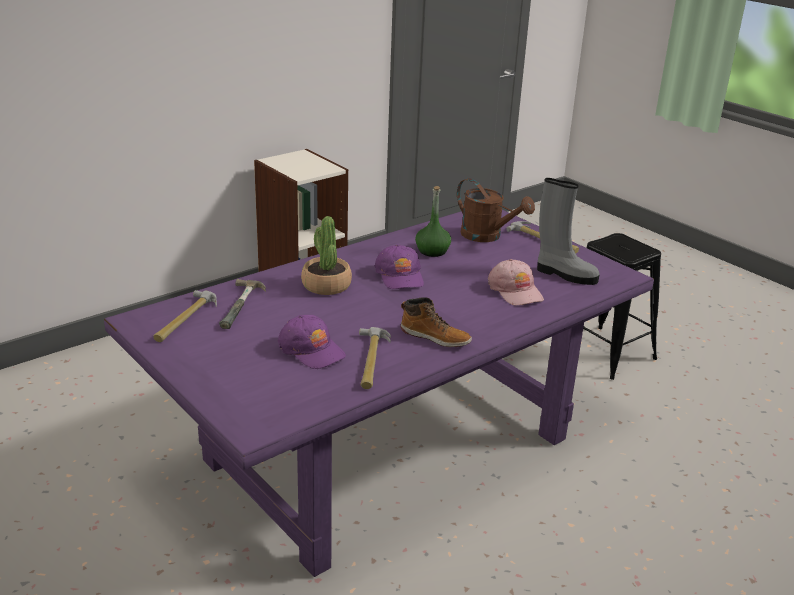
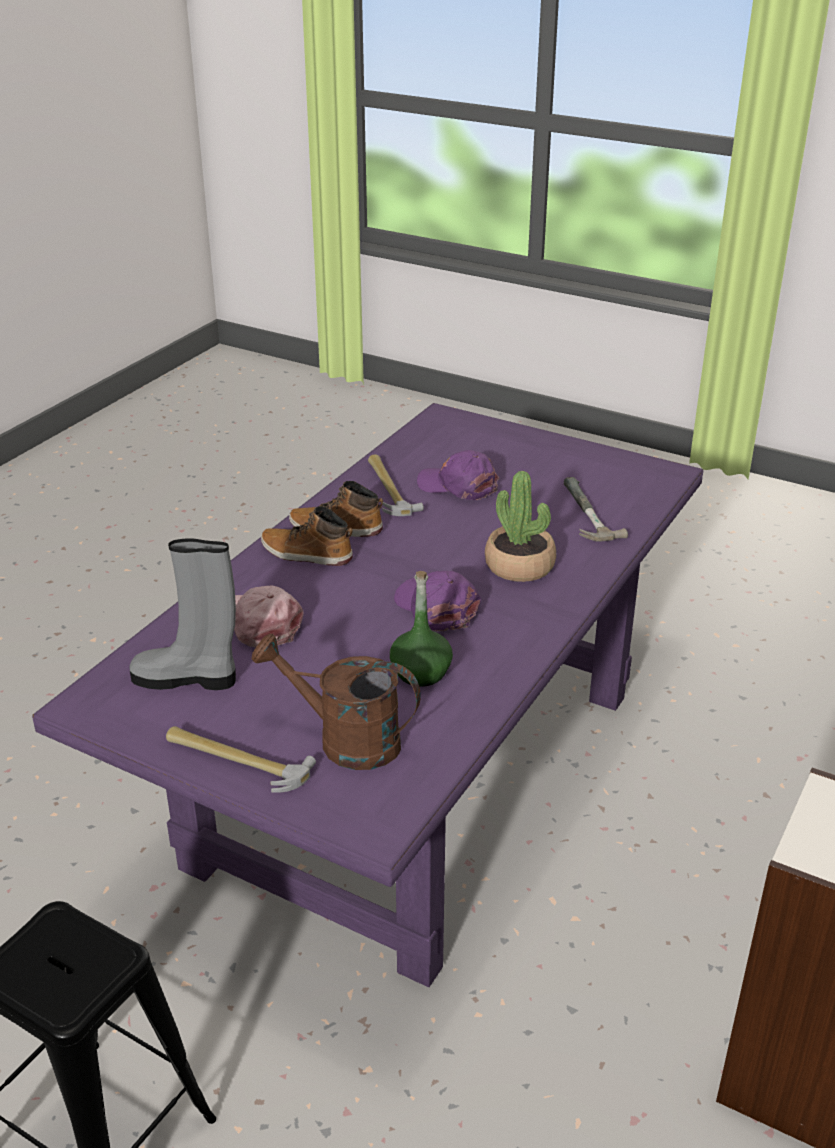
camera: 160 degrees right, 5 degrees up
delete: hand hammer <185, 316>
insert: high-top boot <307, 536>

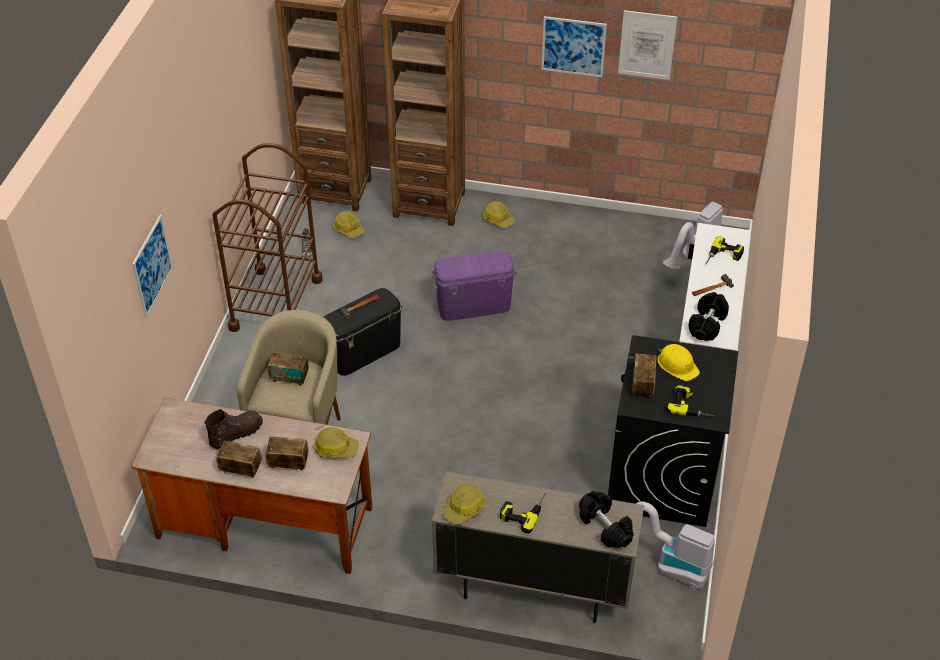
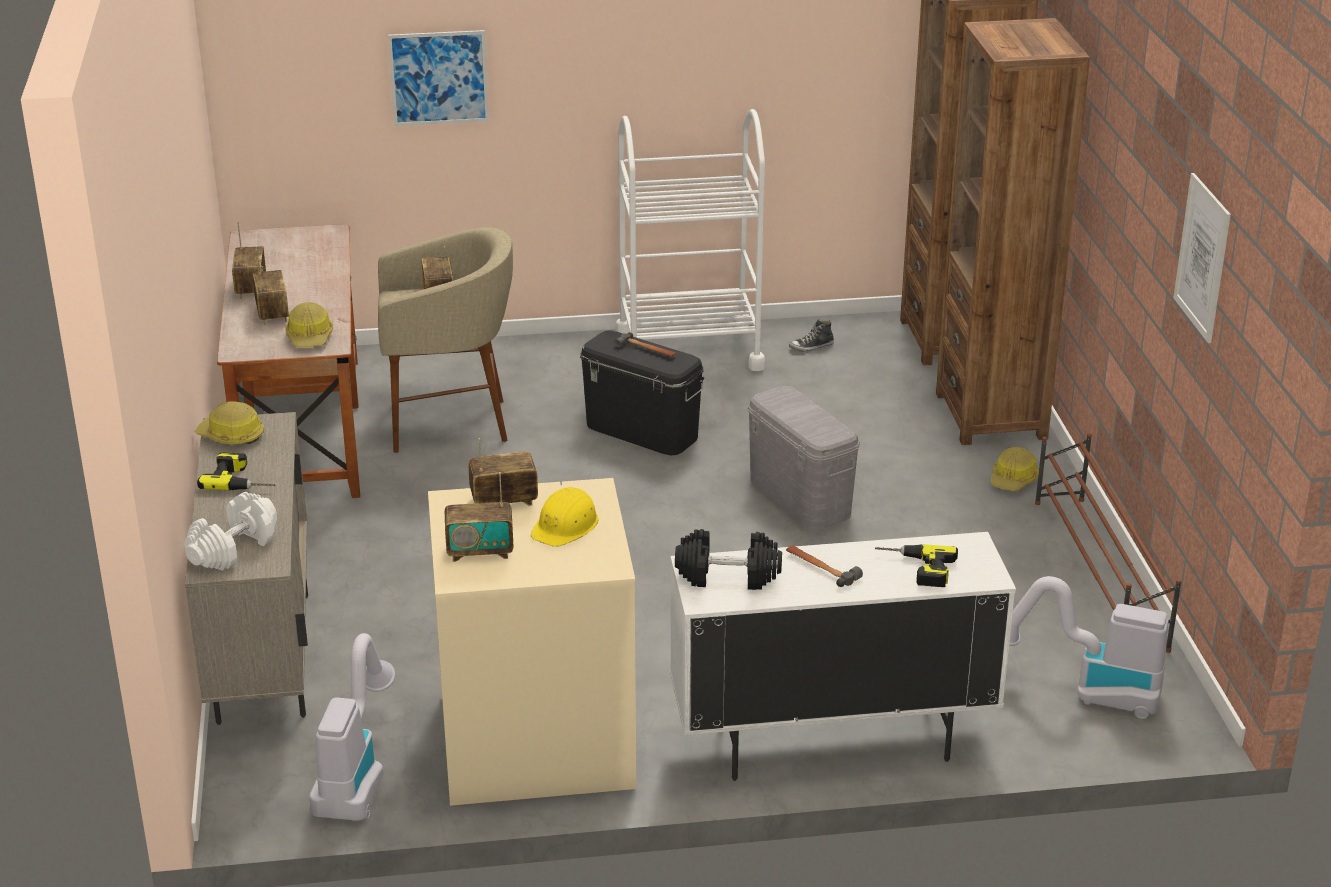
camera: 70 degrees right, 15 degrees down
delete: brown high-top boot <234, 429>; hard hat <348, 224>; wall art <574, 46>
insert: brown shoe rack <1108, 543>
replace: power drill <691, 400> to radio receiver <479, 517>
recolor: black-coloured dumbbell <606, 519> to whitish dumbbell <230, 531>; black-coloured laundry appliance <673, 431> to beige-coloured laundry appliance <532, 642>; brown wheeled cart <267, 237> to whitish wheeled cart <690, 240>; purple storage box <474, 285> to grey storage box <804, 458>

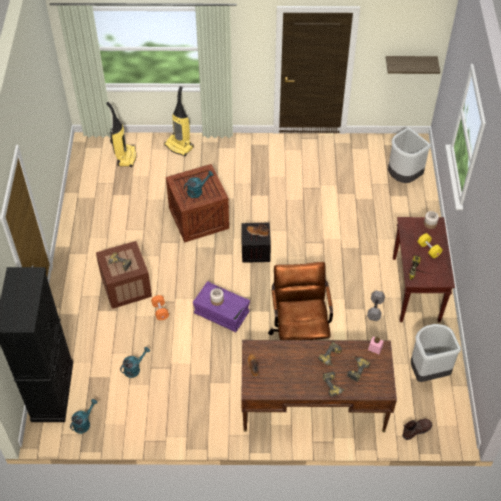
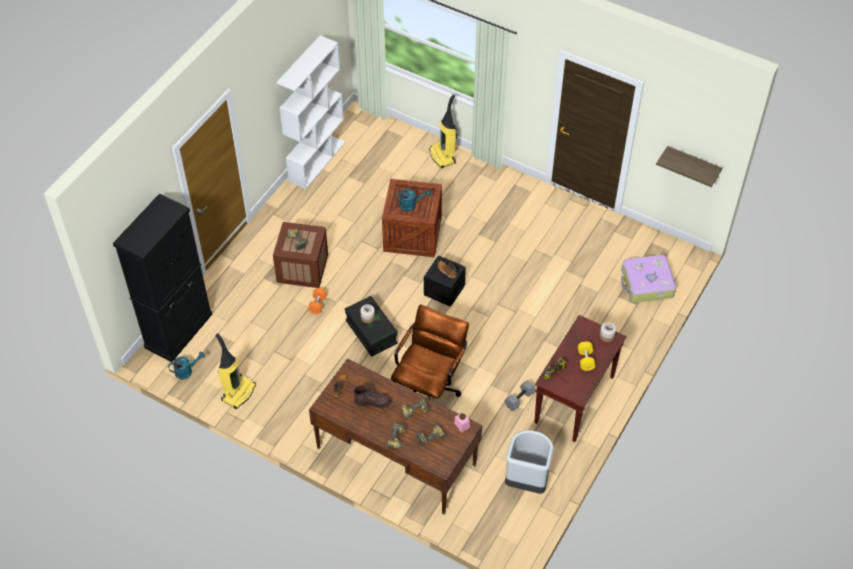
camera: 30 degrees right, 0 degrees up
delete: blue-green sprinkling can <135, 362>
insert: whitish bookcase <310, 112>
move: vacuum <121, 134> to <235, 371>; brown high-top boot <417, 429> to <372, 396>
replace: grey rubbish bin <409, 155> to travel case <648, 279>
recolor: purple storage box <221, 306> to black-coloured storage box <371, 326>

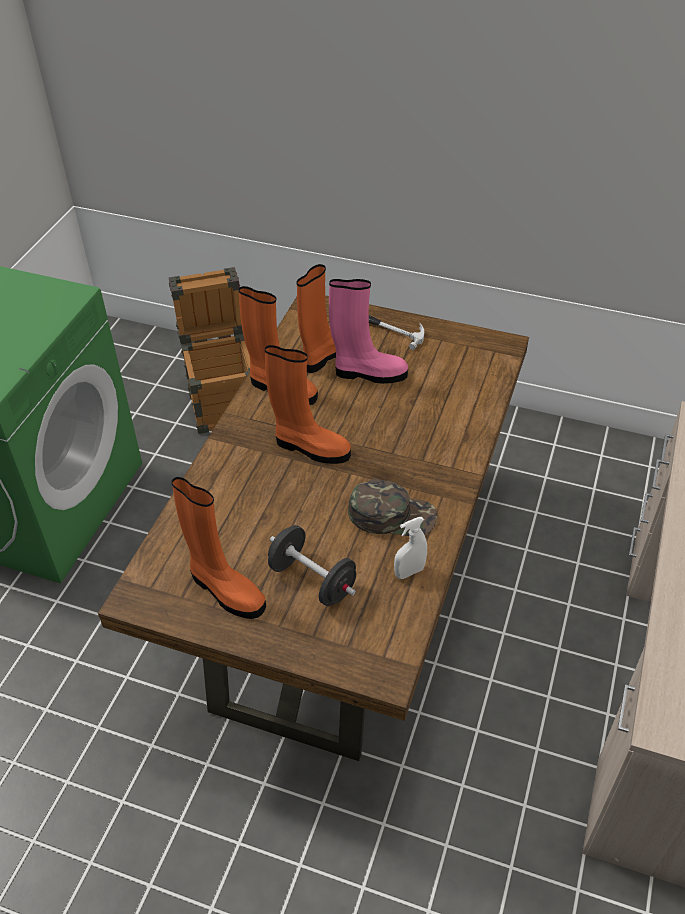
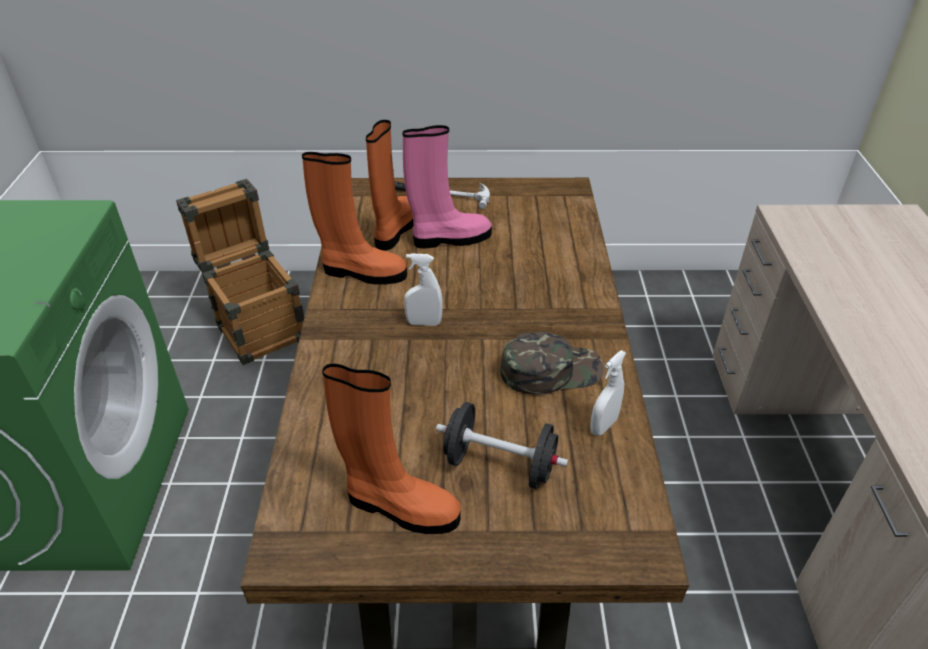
camera: 20 degrees left, 5 degrees down
replace: orange-coloured high-top boot <308, 404> to whitish spray bottle <423, 289>

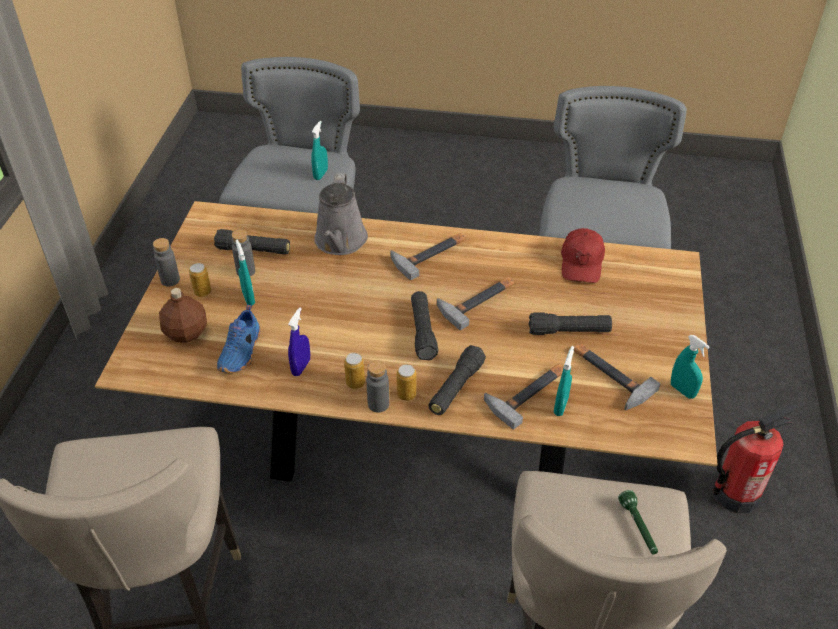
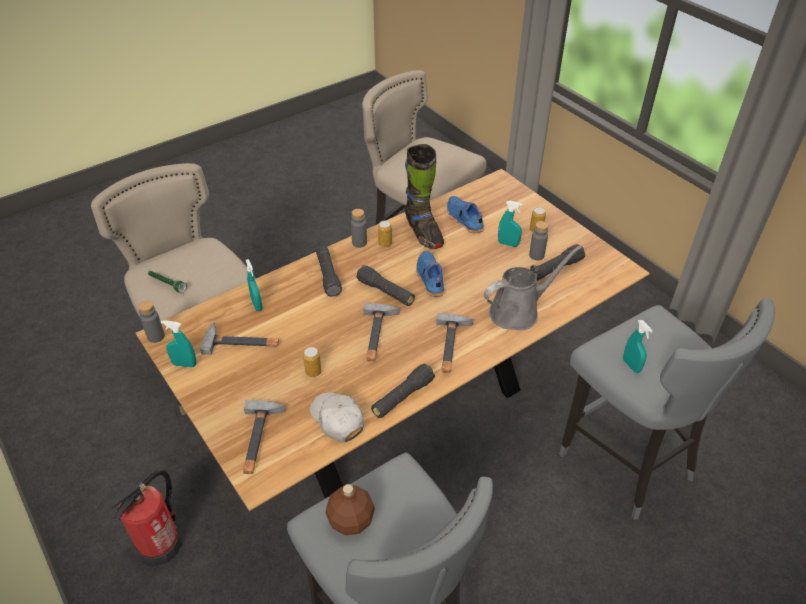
camera: 135 degrees right, 0 degrees up
insert: blue-coloured item of footwear <430, 274>
move: grey drink bottle <166, 262> to <151, 322>; hand hammer <524, 397> to <264, 437>; metal can <407, 382> to <312, 362>; brown drink bottle <183, 315> to <350, 509>; black-coloured hand torch <570, 324> to <403, 390>
replace: blue-coloured spray bottle <299, 341> to black-coloured high-top boot <424, 196>
recolor: red-coloured baseball cap <583, 255> to whitish baseball cap <337, 417>
rotate: grey sprinkling can <341, 214> = <533, 288> 105 degrees clockwise

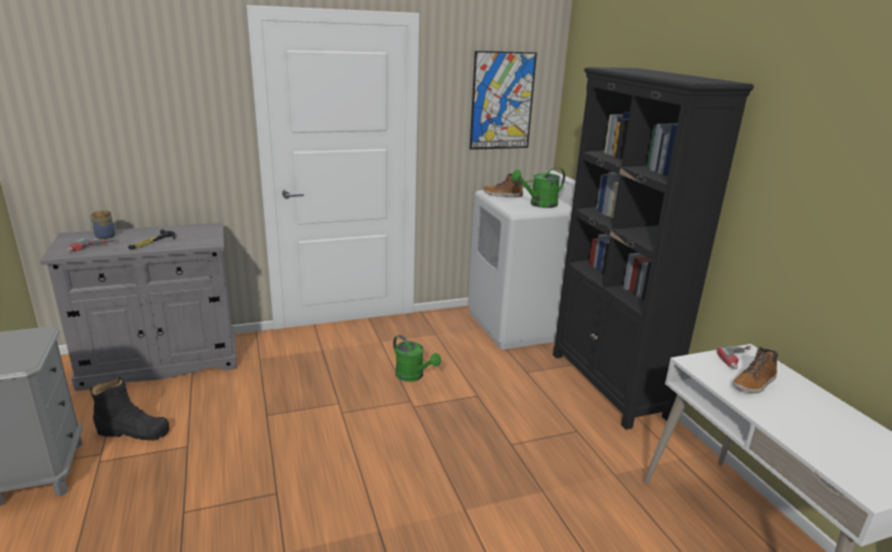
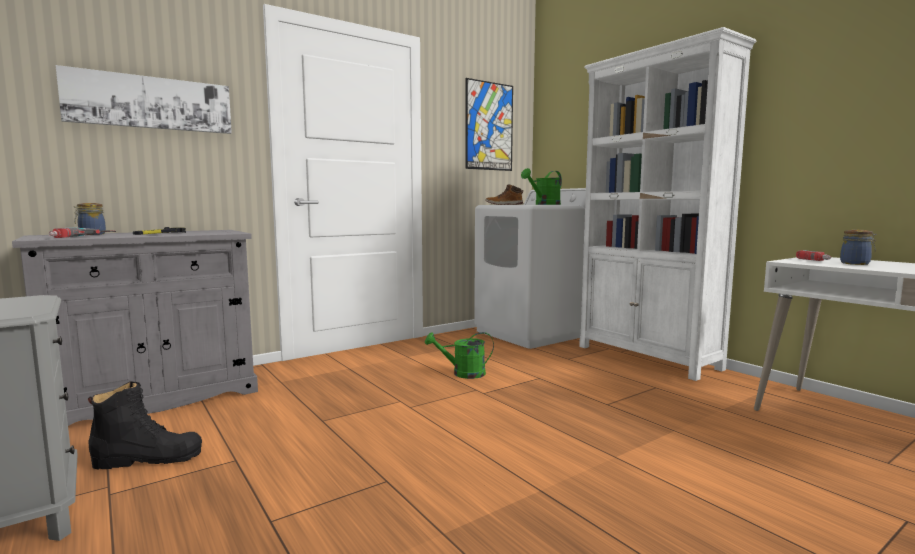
camera: 15 degrees left, 15 degrees down
insert: wall art <143, 99>
replace: high-top boot <755, 370> to storage jar <858, 247>
recolor: black-coloured bookcase <653, 248> to whitish bookcase <667, 204>
rotate: greenish sprinkling can <417, 358> = <459, 355> 150 degrees clockwise

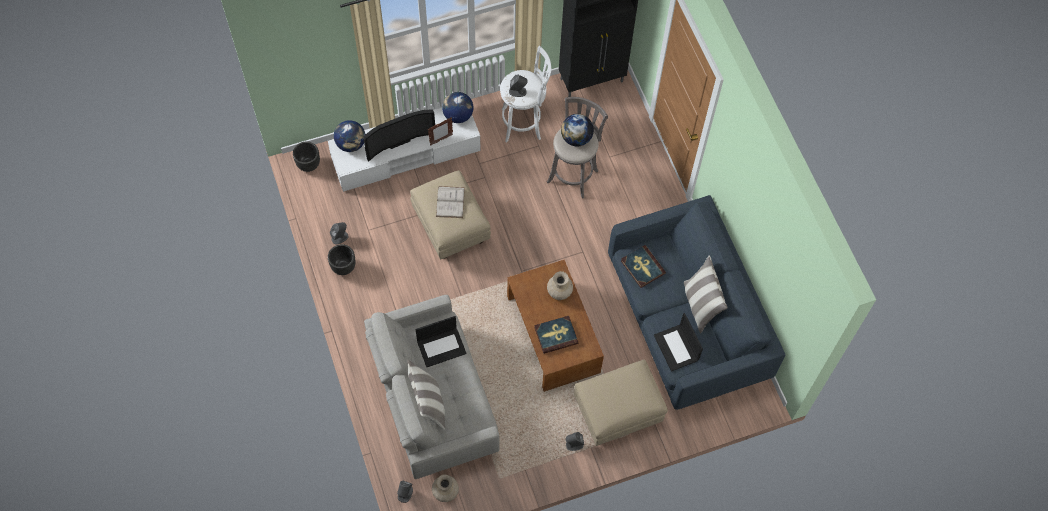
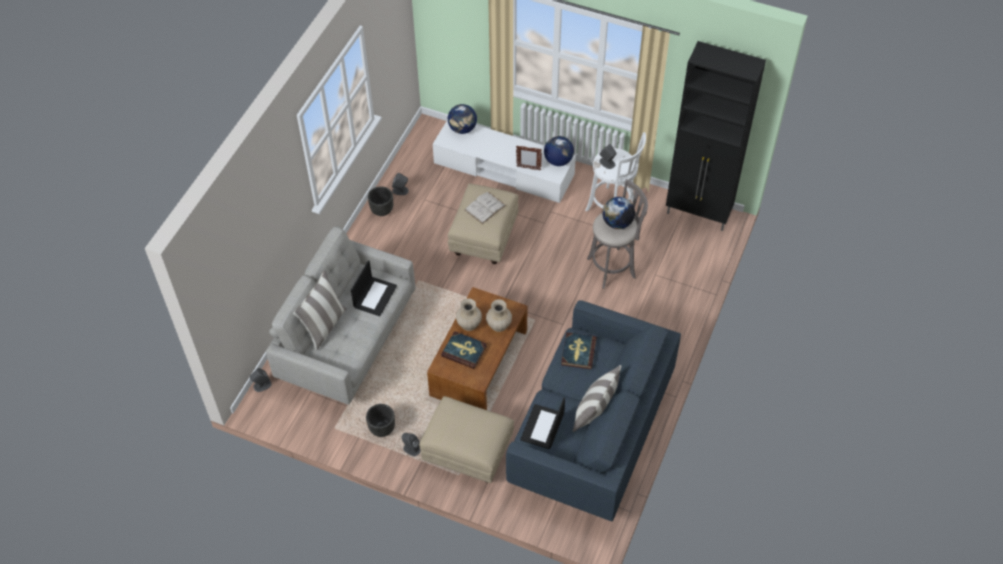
camera: 45 degrees right, 10 degrees down
delete: TV set <399, 135>
move: black-coloured plant pot <306, 156> to <380, 420>; beige-coloured flower vase <445, 488> to <469, 314>
rotate: laptop <441, 341> = <374, 288> 90 degrees counterclockwise

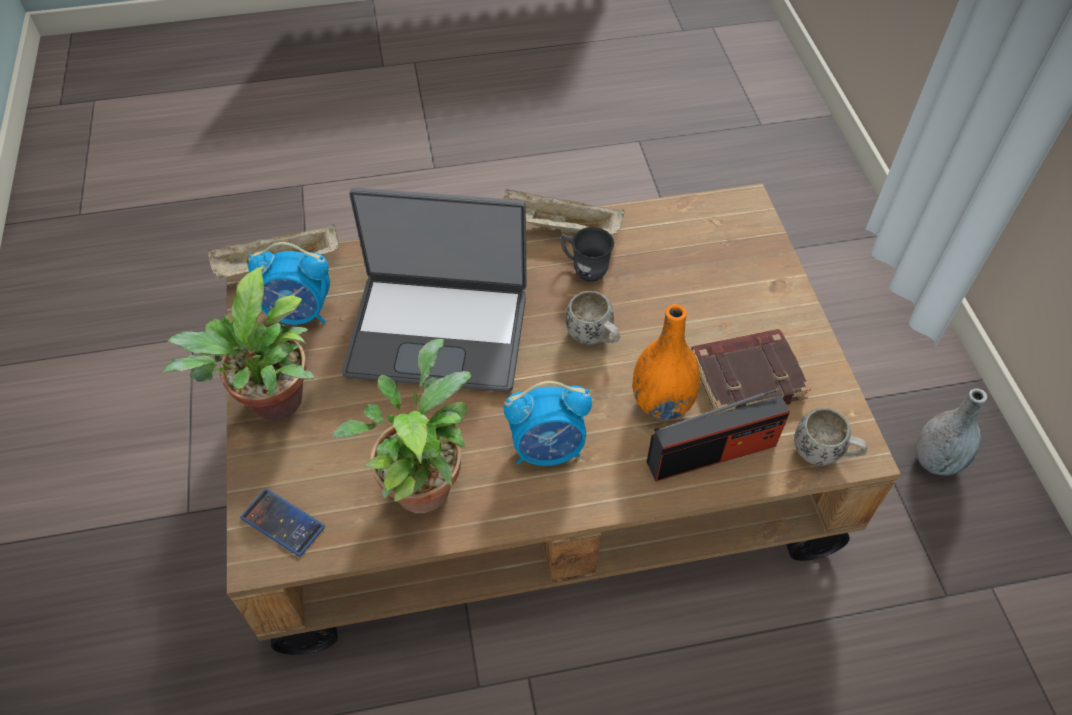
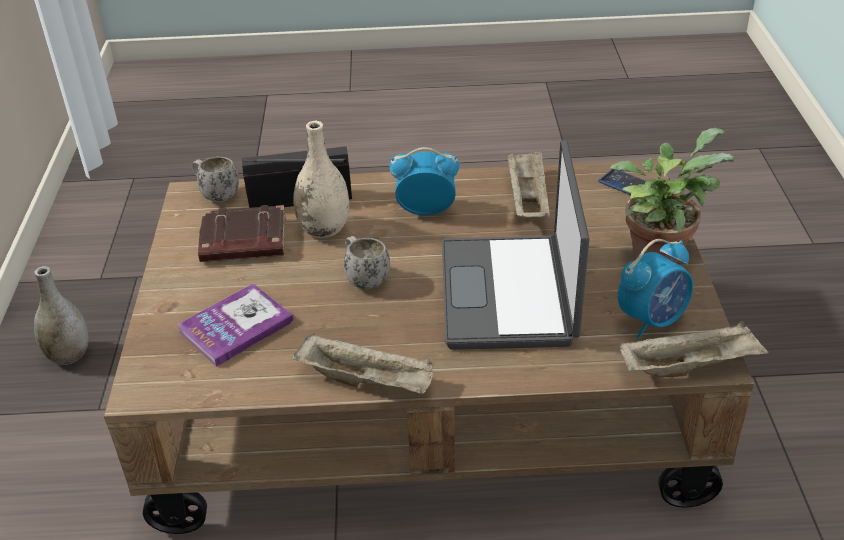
camera: 170 degrees left, 15 degrees down
delete: grey tea mug <587, 254>
insert: bound book <235, 325>
replace: plant in a pot <402, 426> to beige-coloured tray <528, 184>
recolor: orange-coloured flower vase <666, 362> to beige-coloured flower vase <321, 179>
rotate: laptop <434, 290> = <515, 245> 105 degrees counterclockwise; table clock <289, 283> = <655, 288> 135 degrees clockwise

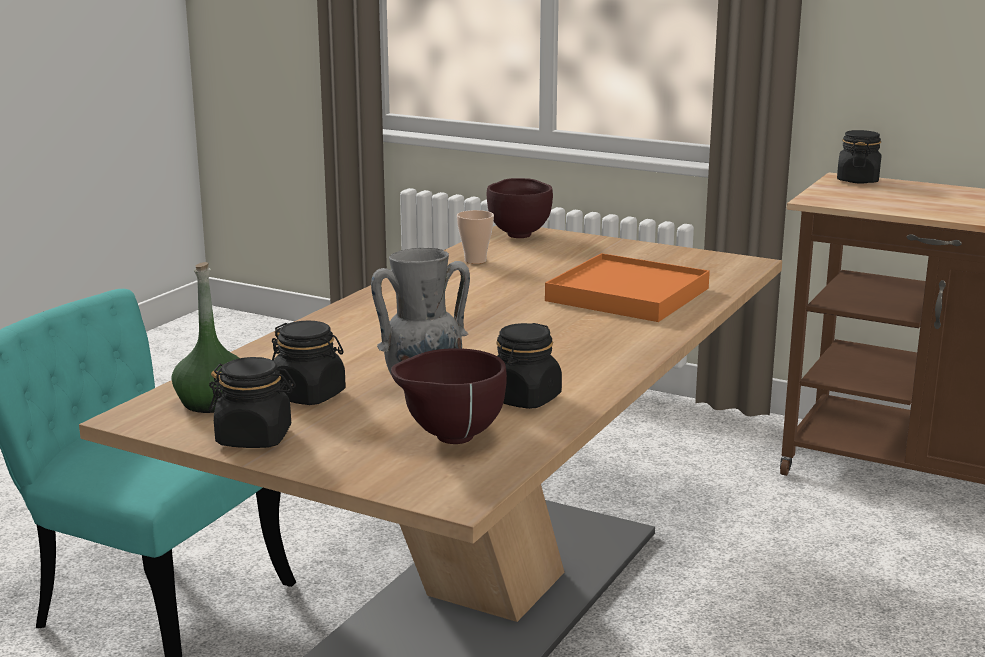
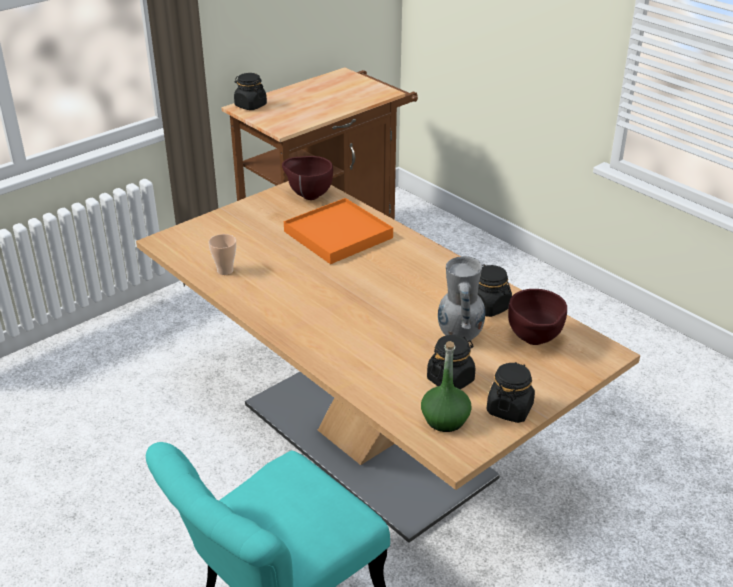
camera: 70 degrees left, 15 degrees up
move: brown serving bowl <520, 208> to <307, 178>

